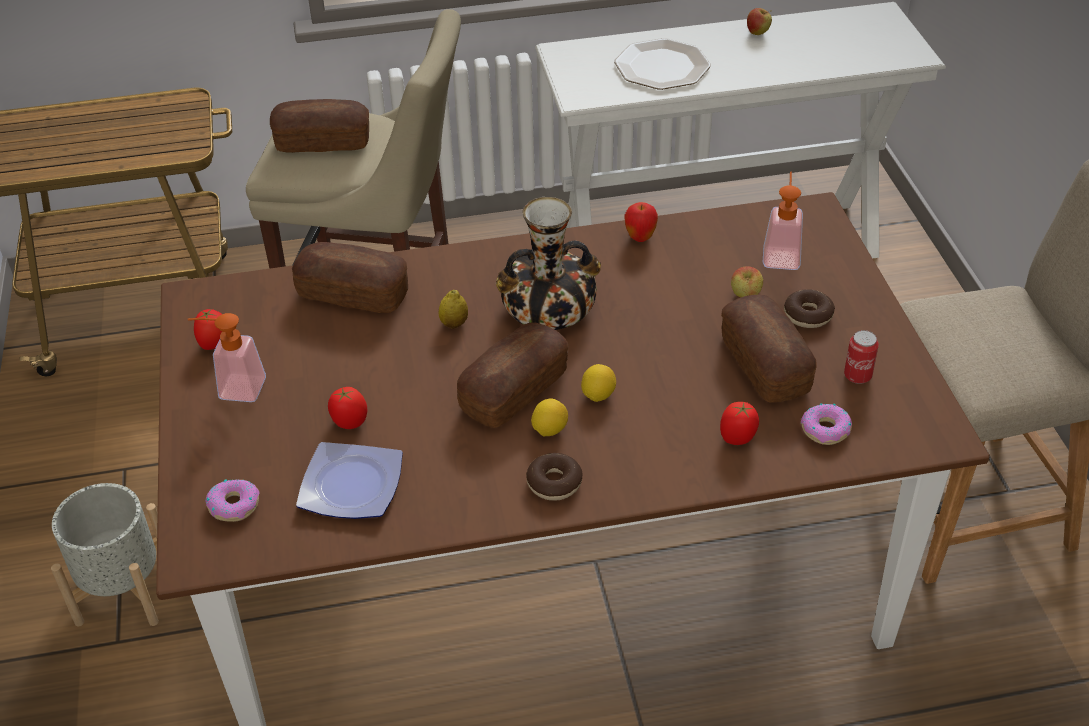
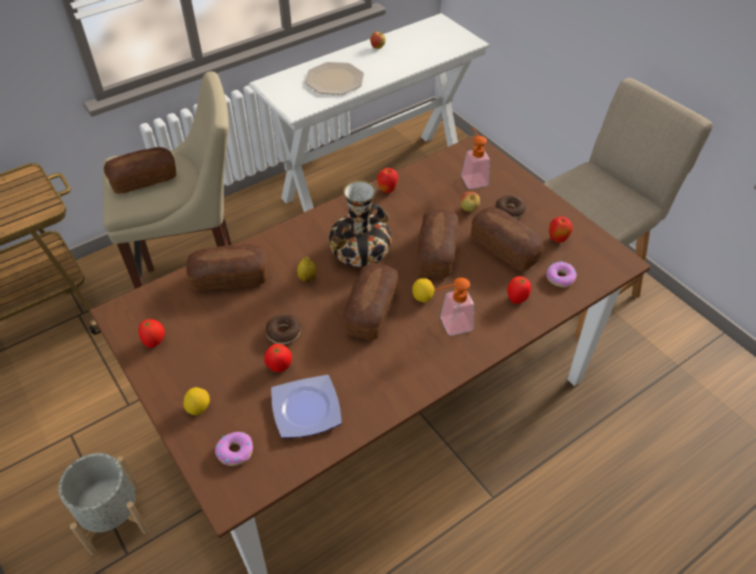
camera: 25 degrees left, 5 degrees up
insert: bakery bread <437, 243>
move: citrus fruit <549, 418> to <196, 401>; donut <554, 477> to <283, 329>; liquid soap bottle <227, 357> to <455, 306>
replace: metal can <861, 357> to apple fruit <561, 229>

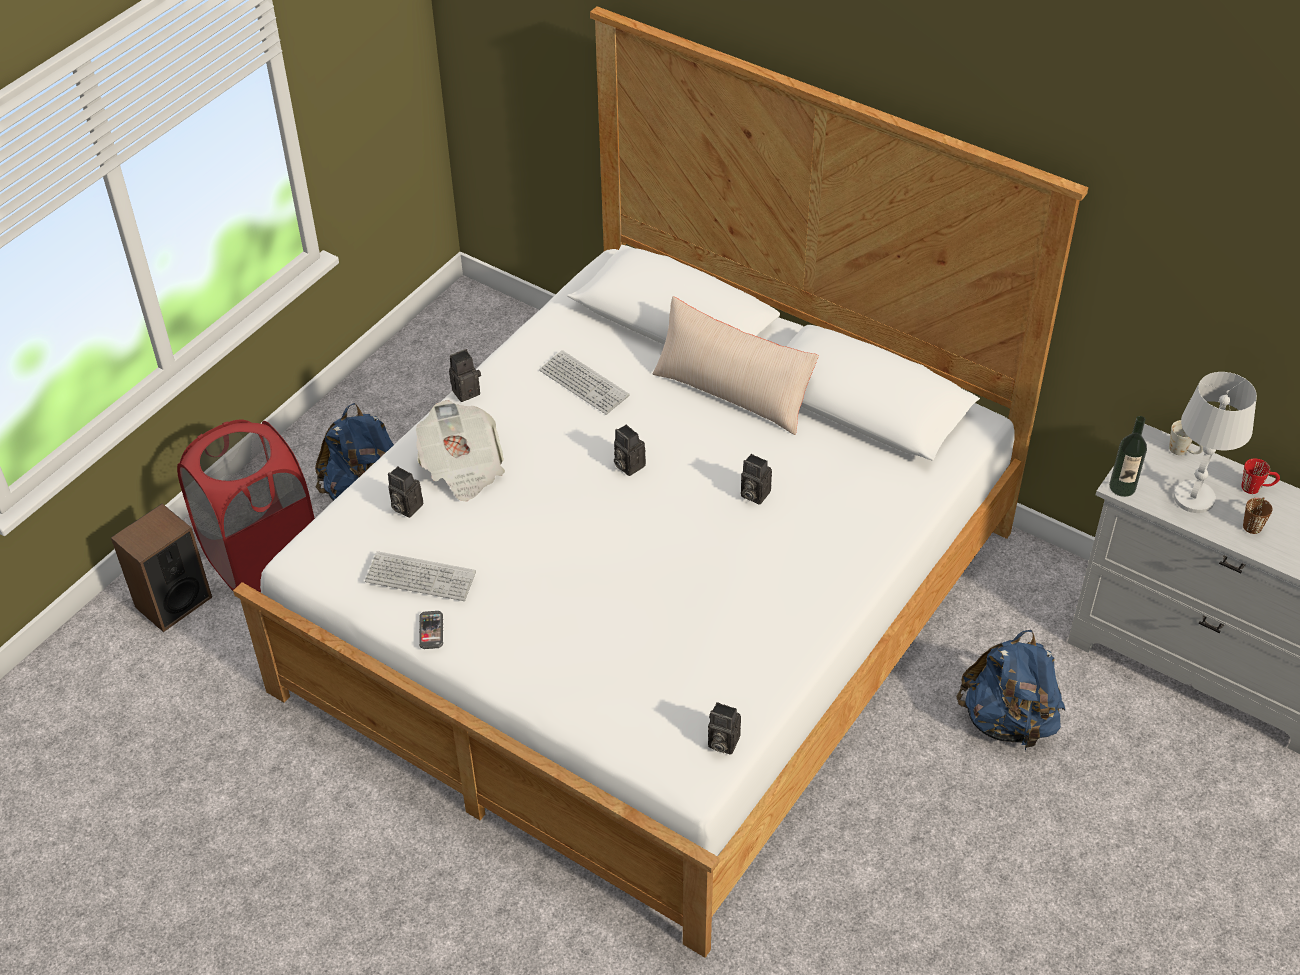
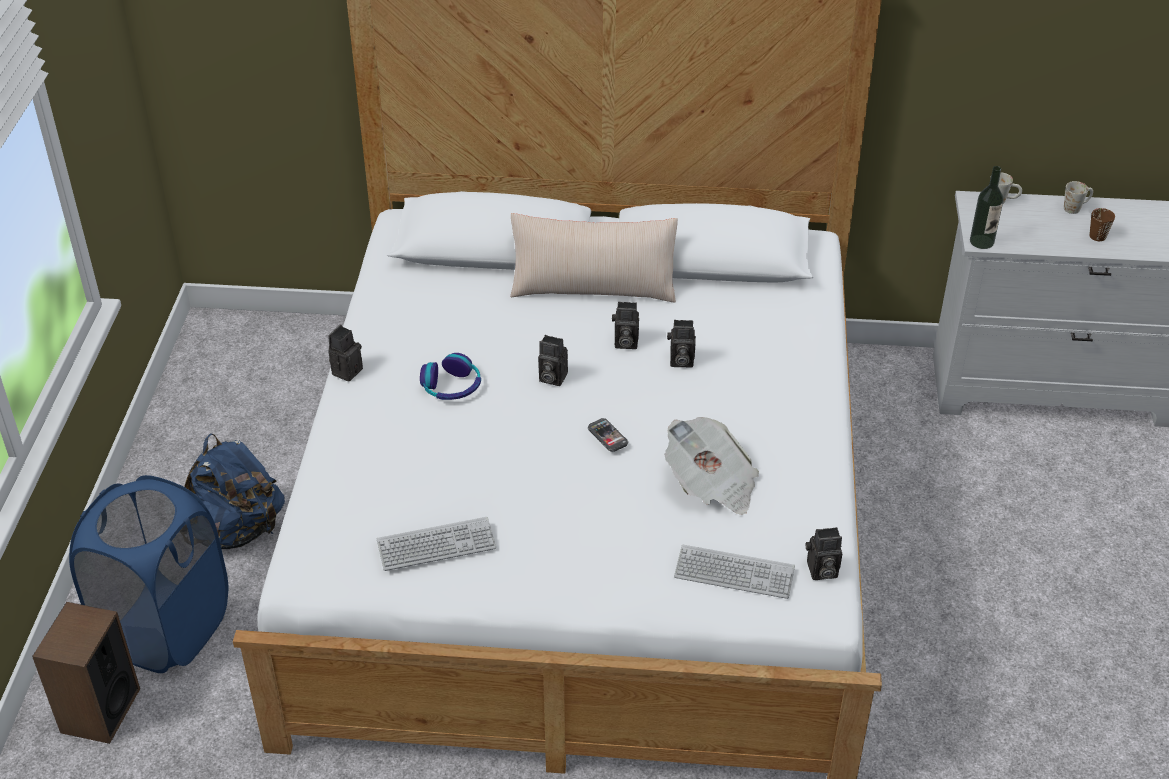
camera: 30 degrees left, 5 degrees down
delete: blue-coloured backpack <1011, 691>; whitish lamp for a table <1215, 442>
insert: headphones <450, 376>
move: handset <431, 630> to <608, 435>; still camera <405, 492> to <625, 325>; printed paper <460, 451> to <711, 466>; computer keyboard <584, 382> to <734, 572>
recolor: red-coloured hamper <246, 505> to blue-coloured hamper <148, 574>; red-coloured tea mug <1260, 476> to whitish tea mug <1078, 197>

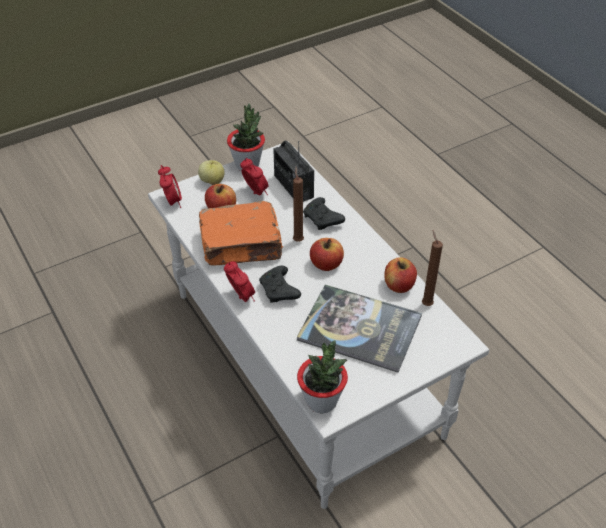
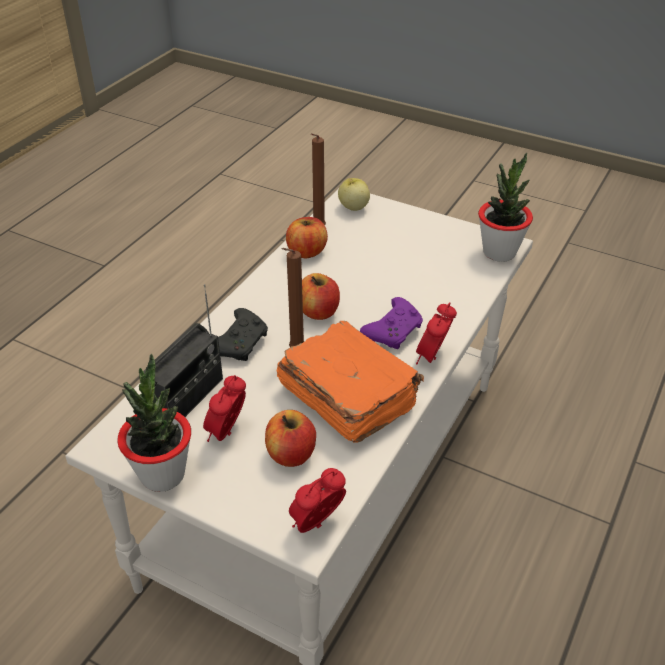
camera: 120 degrees left, 5 degrees down
delete: bound book <359, 328>
move: apple fruit <211, 172> to <354, 194>
recolor: black-coloured gamepad <280, 284> to purple gamepad <391, 323>

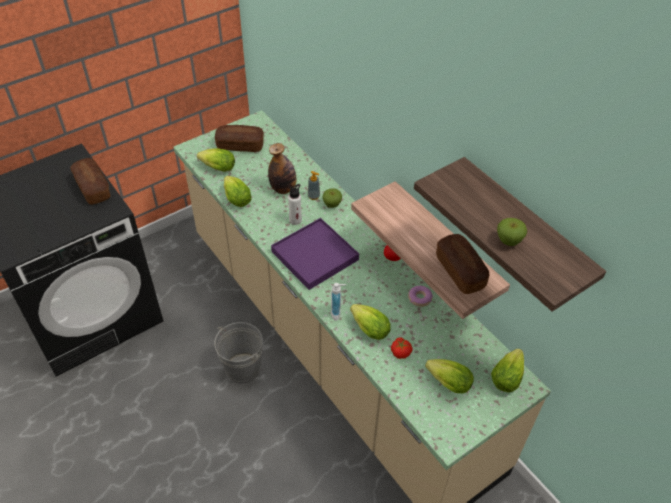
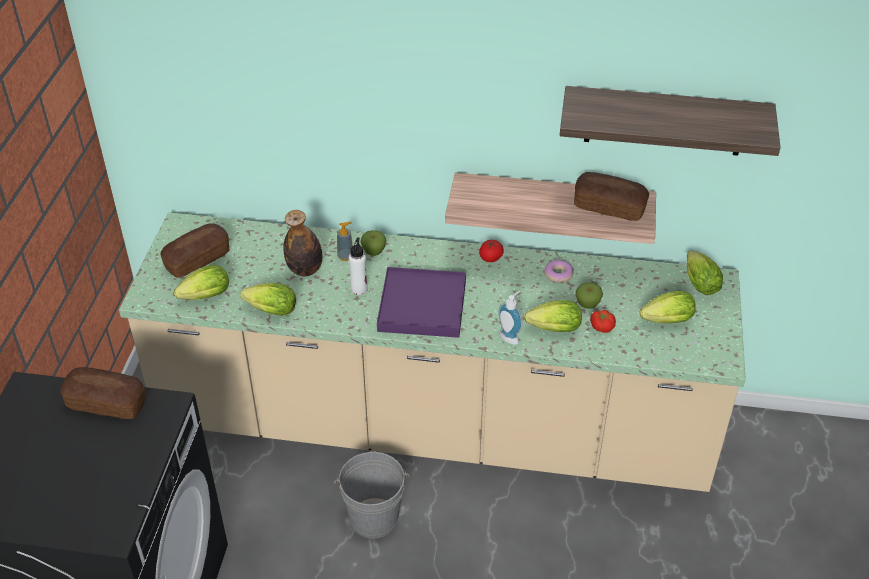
camera: 45 degrees left, 5 degrees down
move: apple fruit <512, 232> to <589, 295>

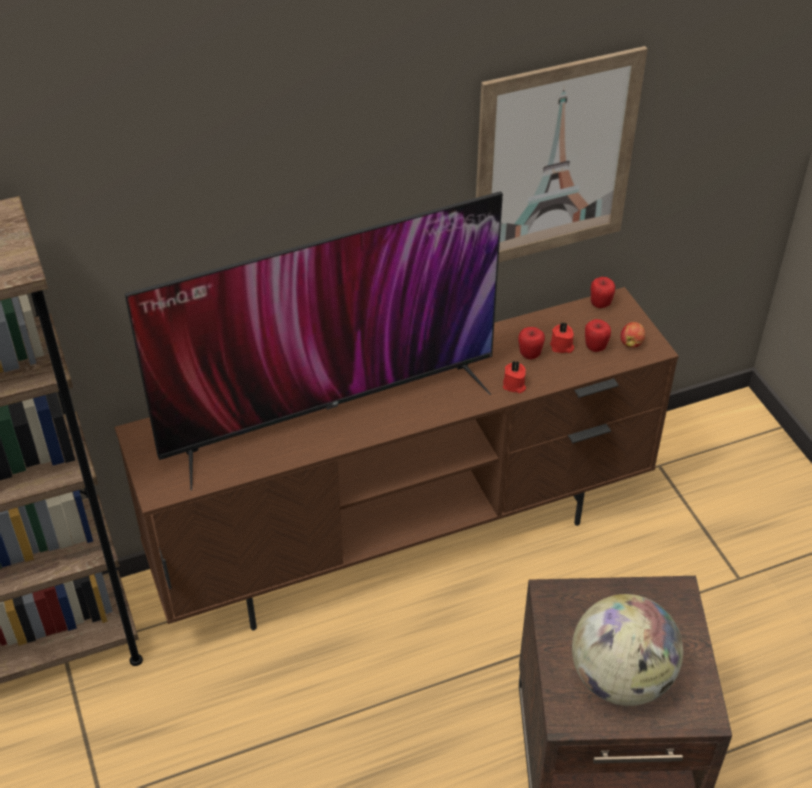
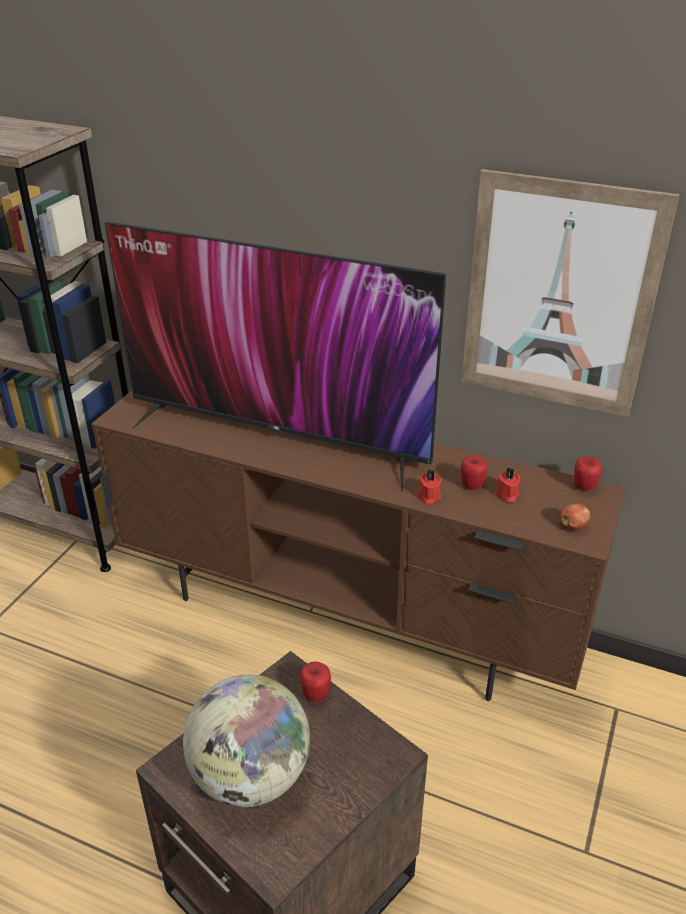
camera: 45 degrees right, 10 degrees down
move: apple fruit <598, 335> to <315, 681>

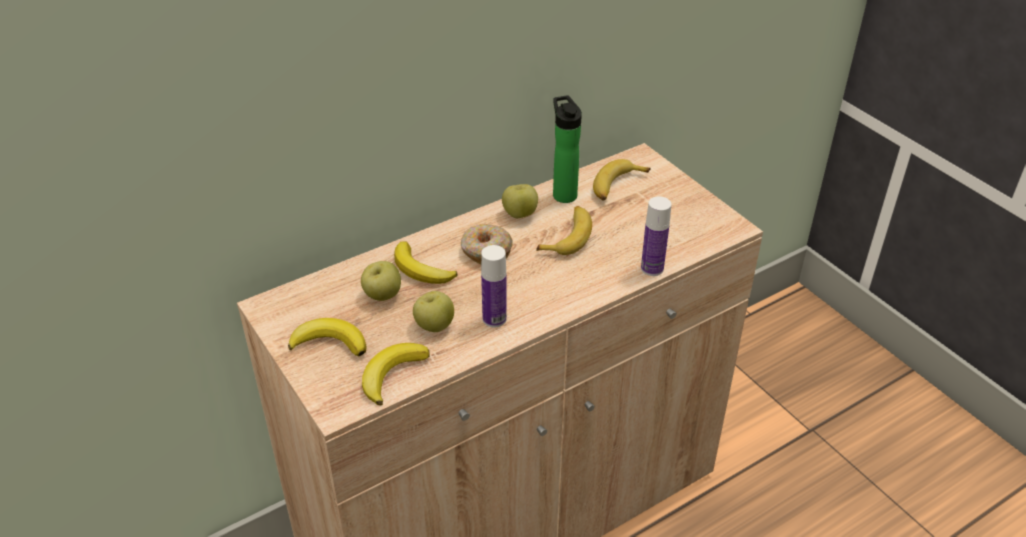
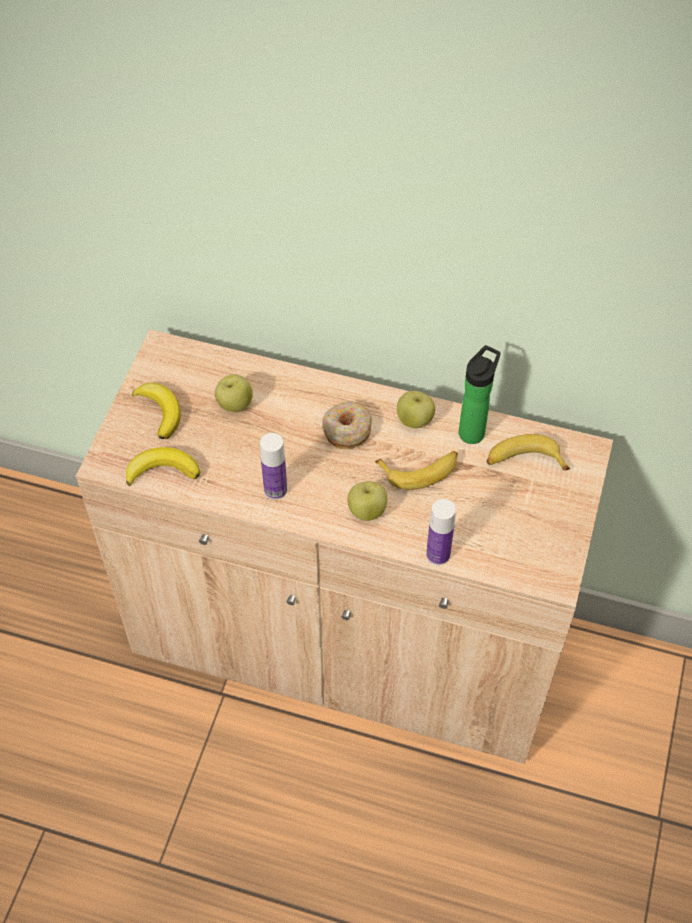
camera: 50 degrees right, 15 degrees up
delete: banana <426, 262>
move: apple fruit <433, 311> to <367, 501>

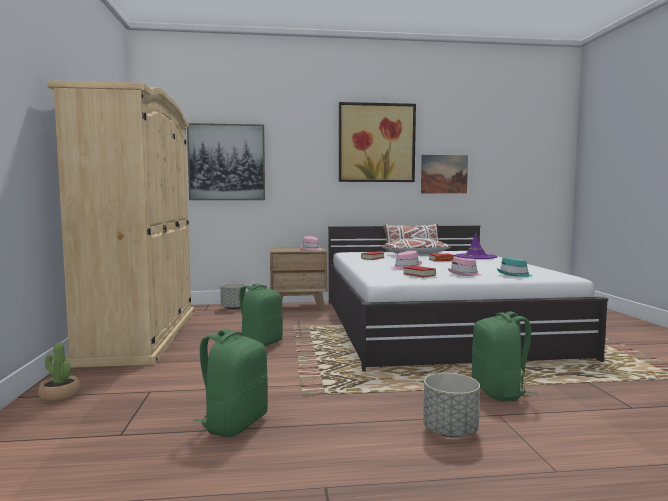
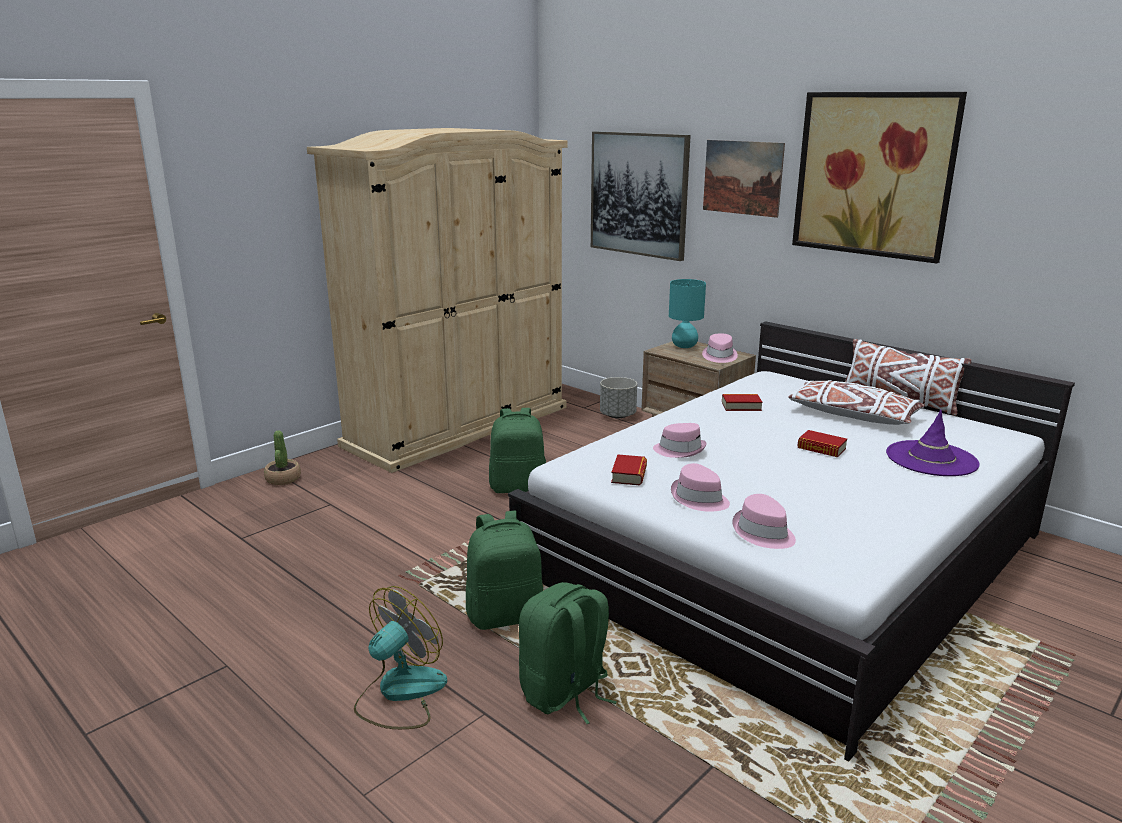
camera: 50 degrees right, 15 degrees up
insert: blue-green lamp for a table <687, 313>
move: greenish backpack <231, 383> to <504, 570>; wall art <444, 174> to <744, 179>
replace: grey plant pot <451, 405> to fan <400, 657>
recolor: blue-green wearable hat <515, 267> to pinkish wearable hat <764, 521>

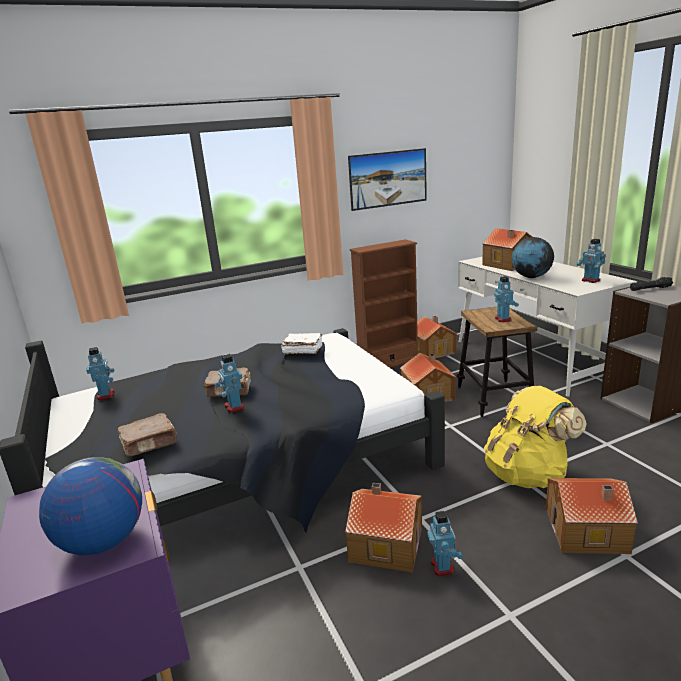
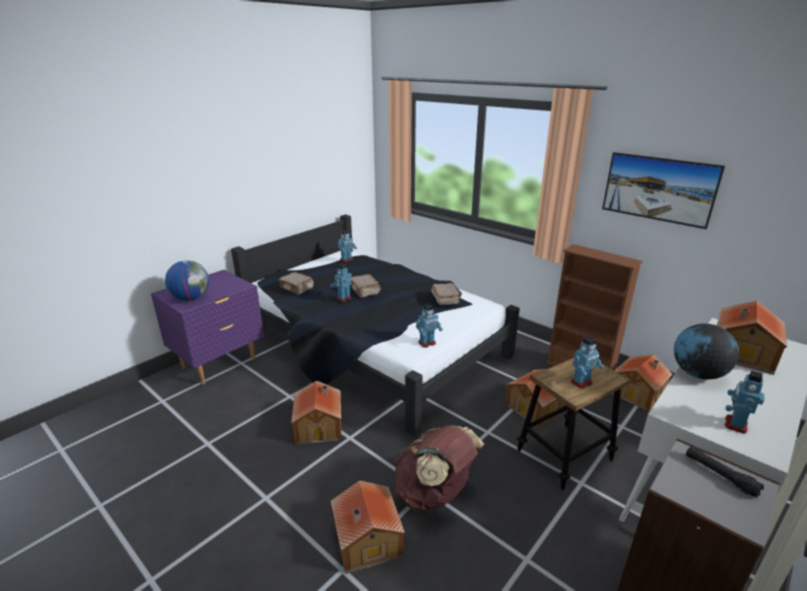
camera: 65 degrees right, 5 degrees up
move: model robot <445, 543> to <429, 326>
recolor: yellow backpack <535, 437> to brown backpack <439, 468>; whitish bound book <301, 343> to brown bound book <446, 294>

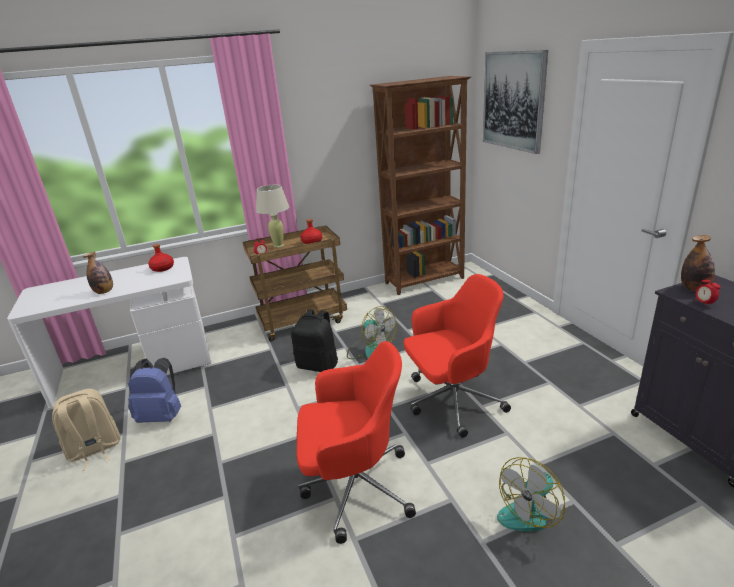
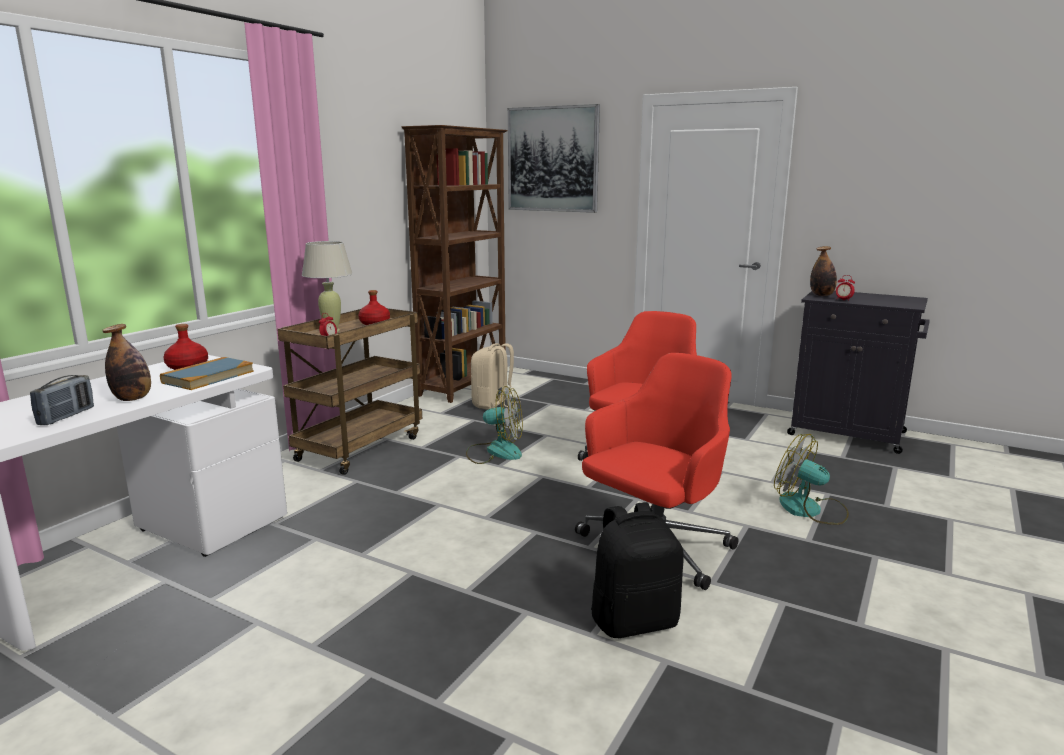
camera: 40 degrees left, 10 degrees down
delete: blue-coloured backpack <154, 390>
insert: radio receiver <62, 400>; bound book <207, 373>
move: beige-coloured backpack <86, 430> to <492, 376>; black-coloured backpack <314, 340> to <637, 570>
rotate: fan <531, 494> = <811, 479> 120 degrees clockwise

